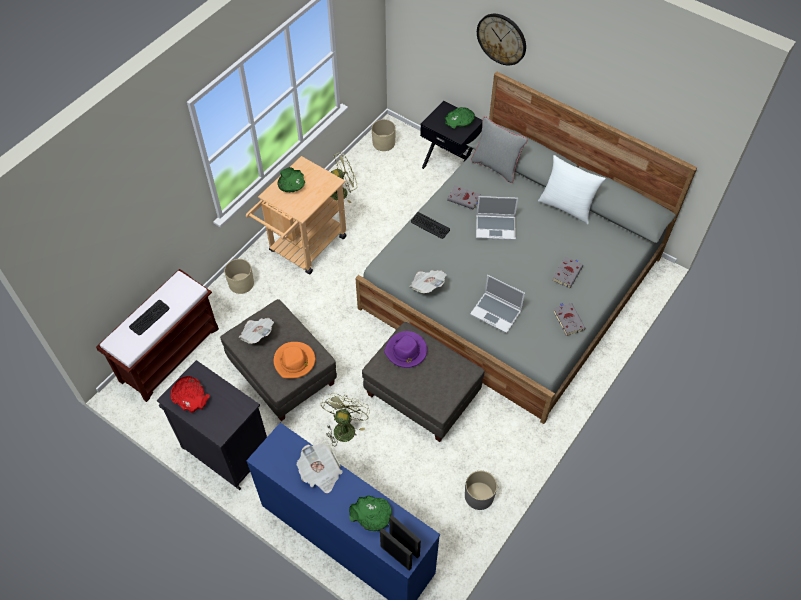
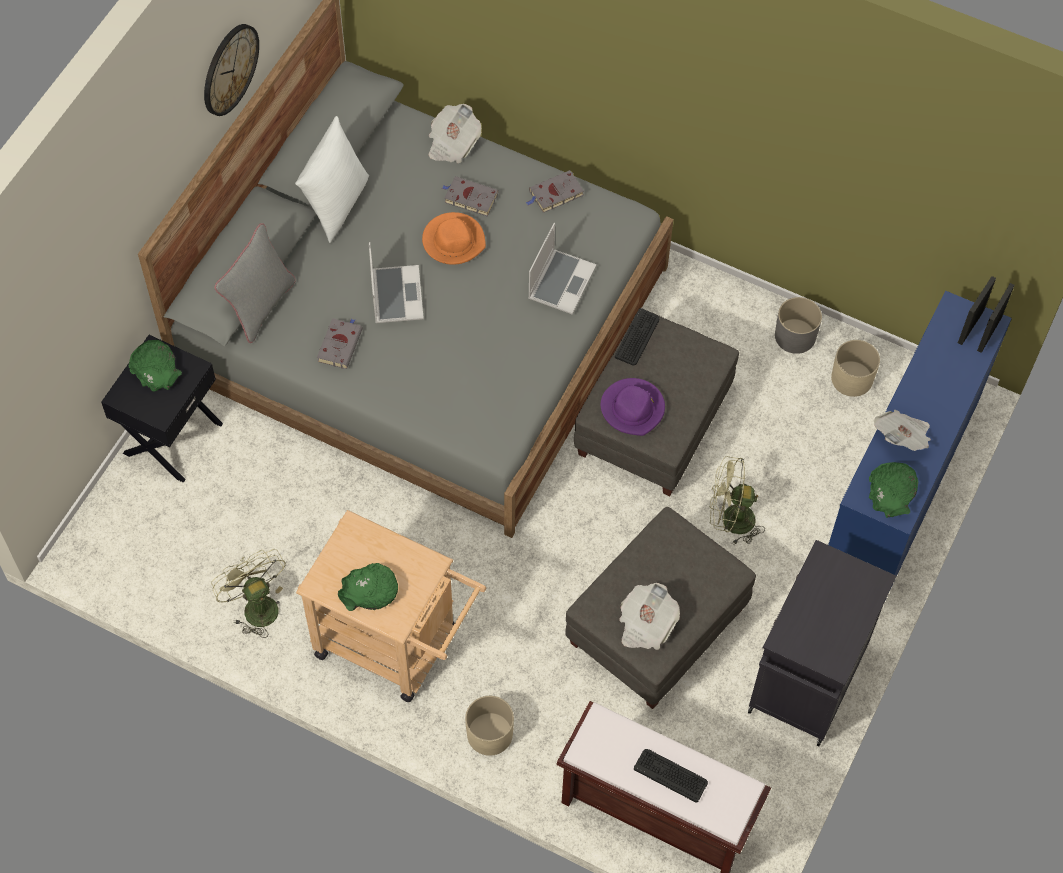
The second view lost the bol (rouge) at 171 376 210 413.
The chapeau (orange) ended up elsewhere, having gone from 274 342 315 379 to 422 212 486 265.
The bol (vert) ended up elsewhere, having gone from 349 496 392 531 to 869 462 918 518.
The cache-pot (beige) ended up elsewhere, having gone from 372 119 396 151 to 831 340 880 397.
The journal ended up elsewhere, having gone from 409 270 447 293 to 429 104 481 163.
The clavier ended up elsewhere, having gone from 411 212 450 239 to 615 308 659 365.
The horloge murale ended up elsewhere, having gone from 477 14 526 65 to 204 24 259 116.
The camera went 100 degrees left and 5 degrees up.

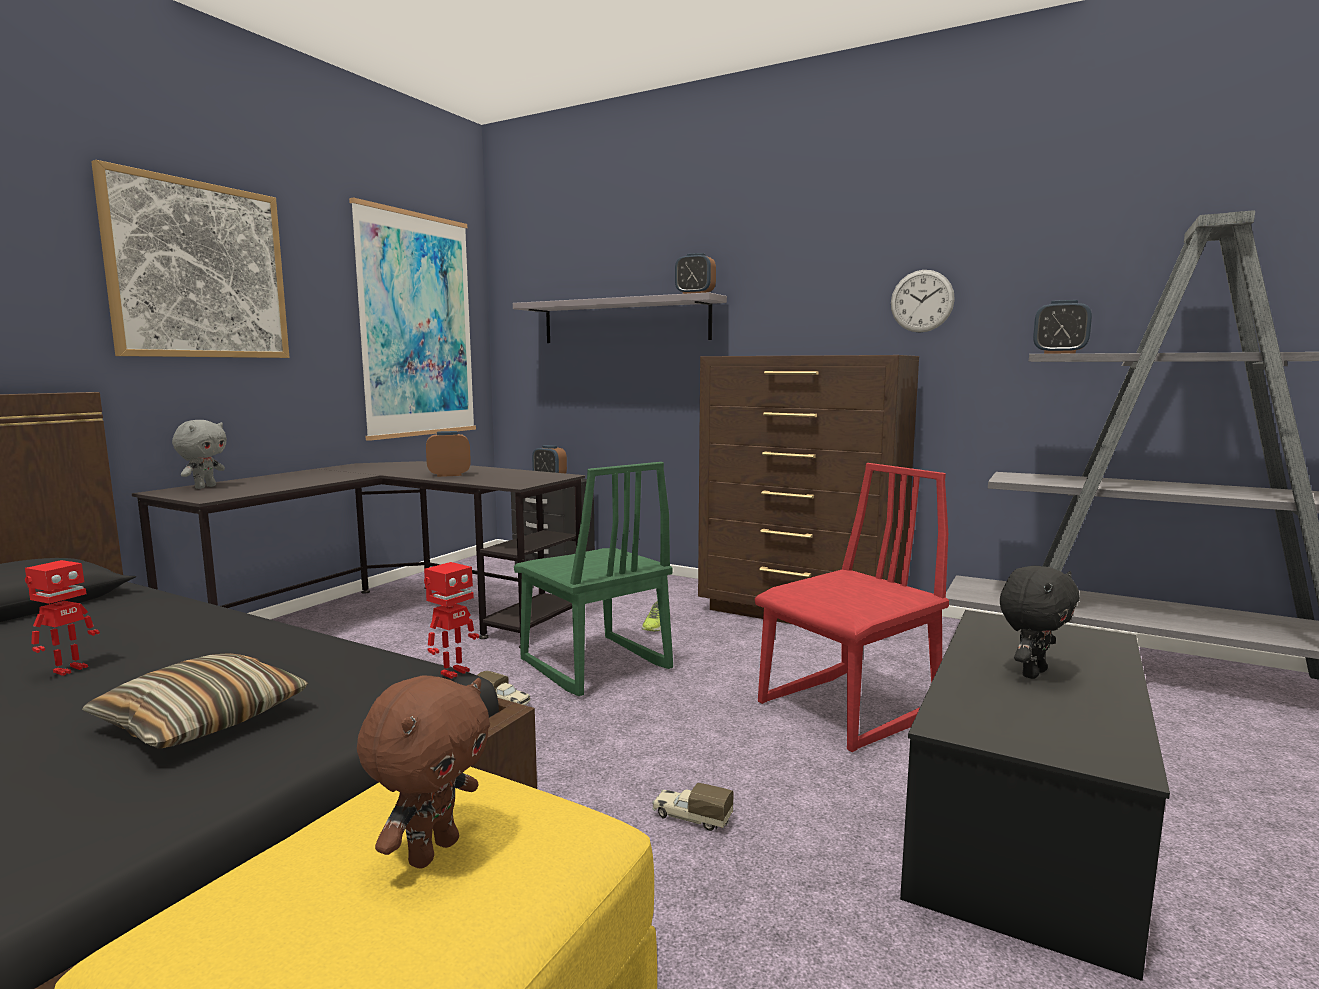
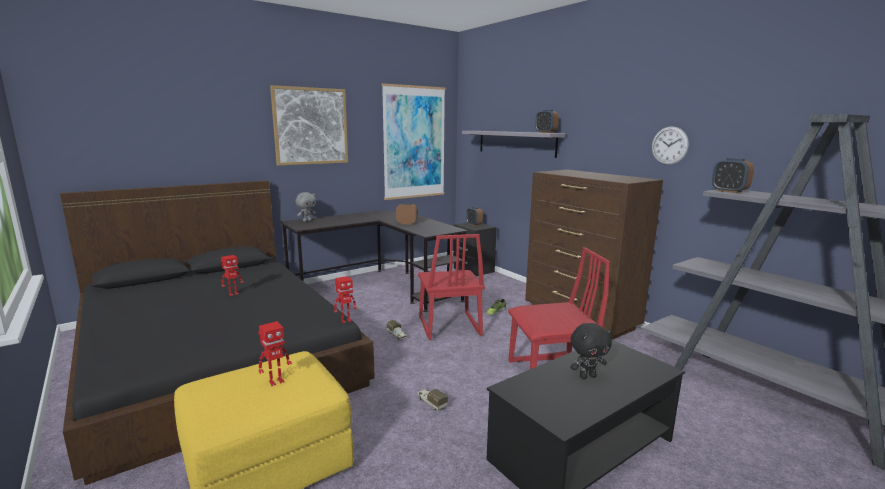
The second view lost the coussin at 82 653 308 749.
Where the peluche (marron) stood at 357 675 490 869, the robot jouet came to stand at 258 321 292 386.
What was the chaise (vert) at 514 462 673 696 turned into the chaise (rouge) at 418 234 485 340.
The camera went 25 degrees right and 5 degrees up.

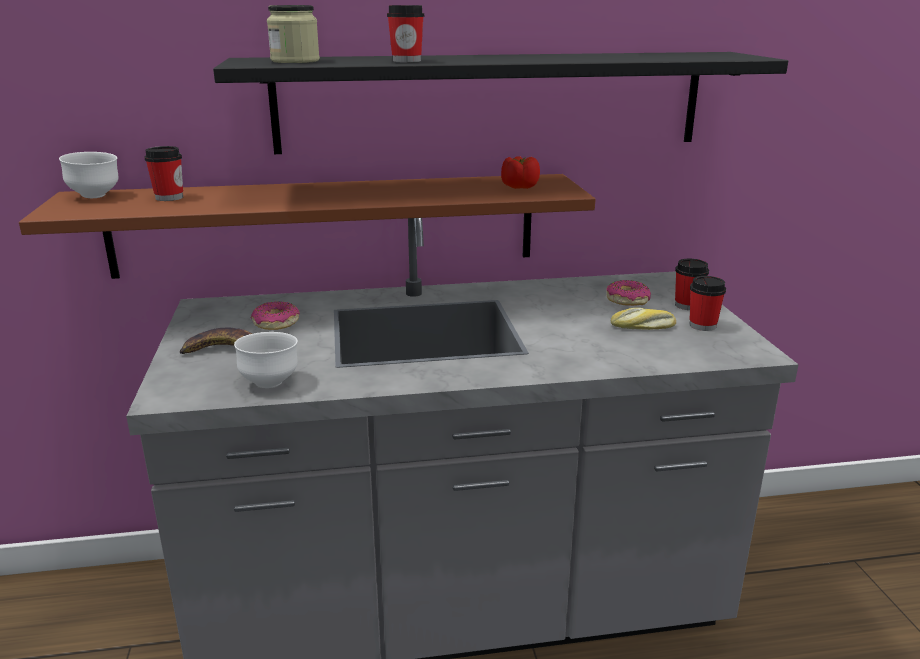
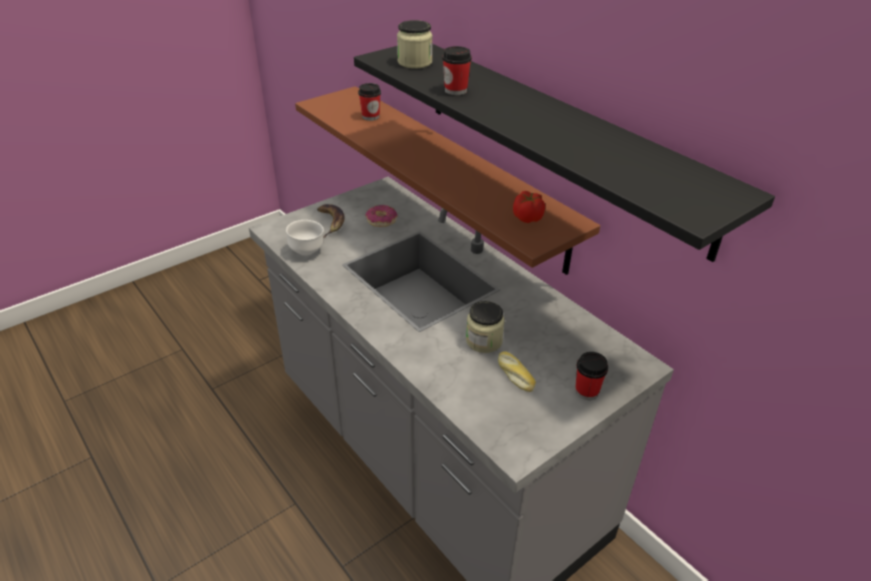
The second view lost the bol (blanc) at 59 152 119 198.
The second view lost the beignet at 606 280 651 306.
The second view lost the tasse at 689 276 726 331.
The second view gained the bocal at 466 301 505 353.
The camera went 60 degrees right and 15 degrees up.

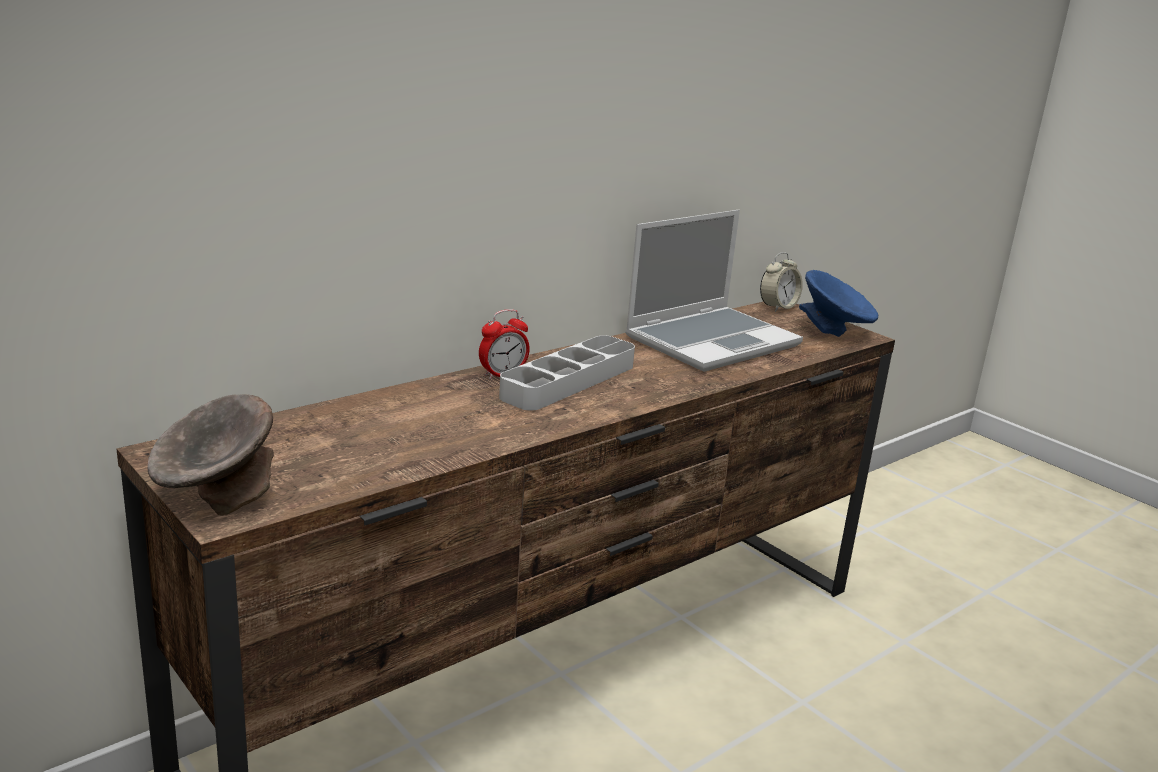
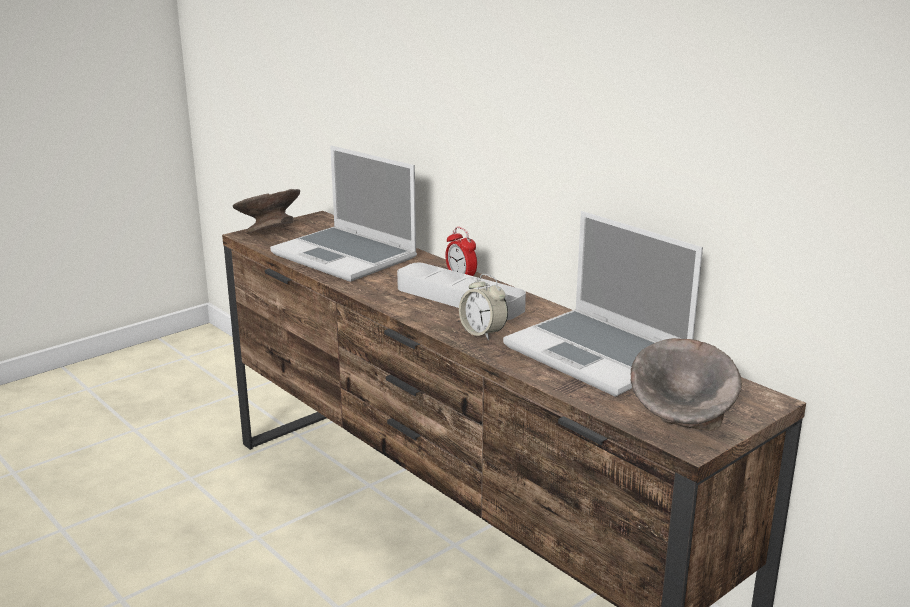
The second view gained the ordinateur portable at 270 145 417 282.
The réveil ended up elsewhere, having gone from 760 252 803 312 to 459 274 508 340.
What was the bol (bleu) at 799 270 878 337 turned into the bol (gris) at 631 338 742 432.
The camera went 90 degrees right and 0 degrees up.

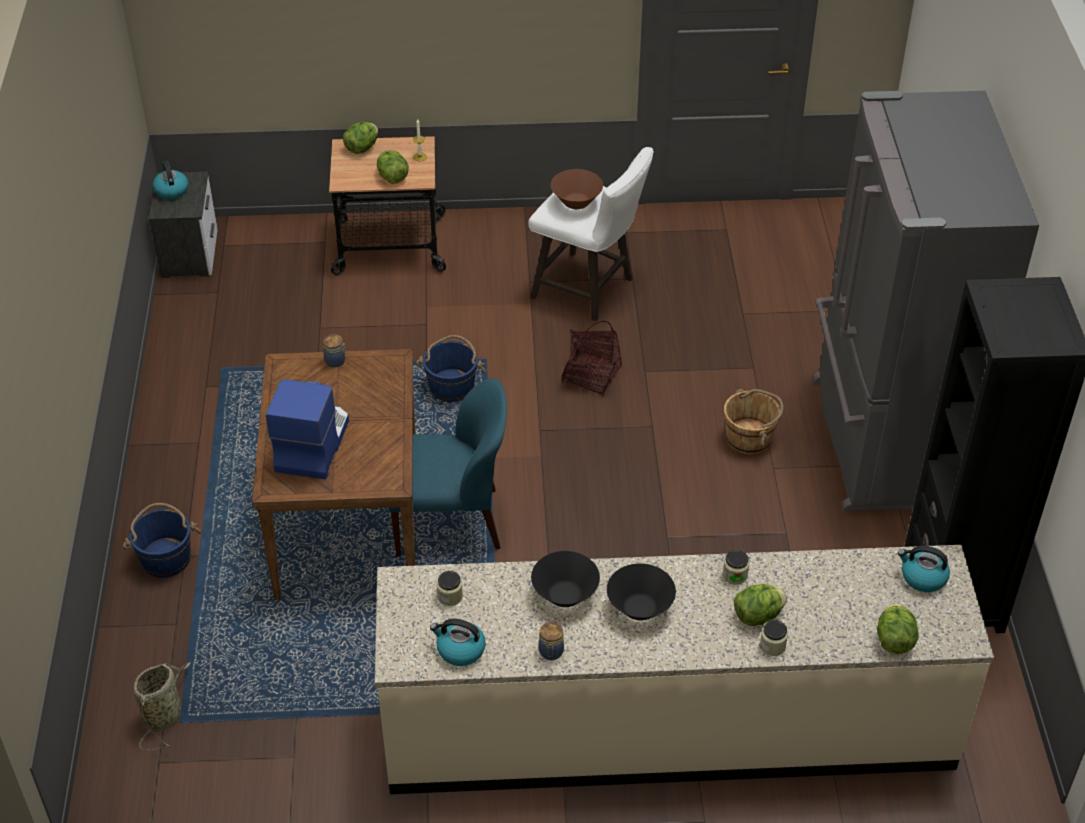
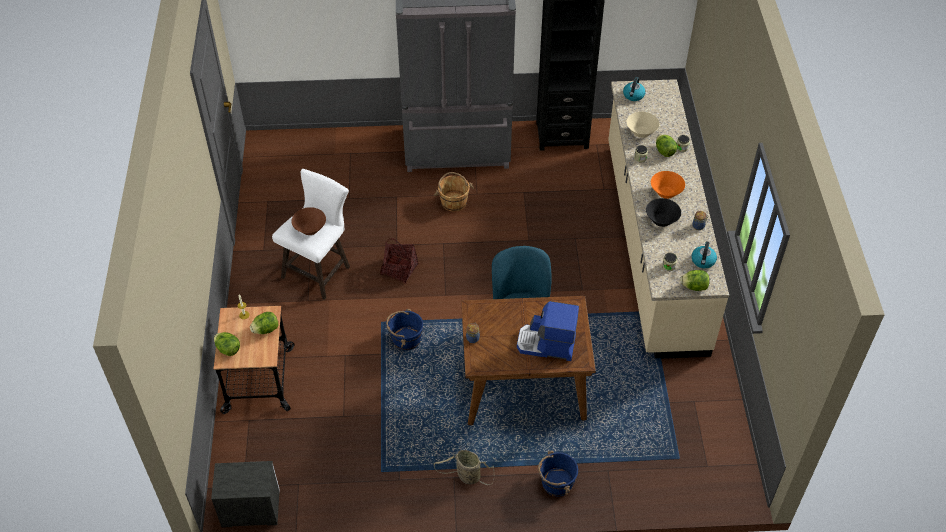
The second view lost the bouilloire at 153 161 188 199.
The second view gained the bol (beige) at 626 112 659 138.
The panier ended up elsewhere, having gone from 134 662 191 750 to 434 450 494 485.
The laitue ended up elsewhere, having gone from 877 603 919 654 to 680 270 710 291.
What was the bol (noir) at 607 563 676 620 turned into the bol (orange) at 651 171 685 199.
The camera went 90 degrees left and 5 degrees up.

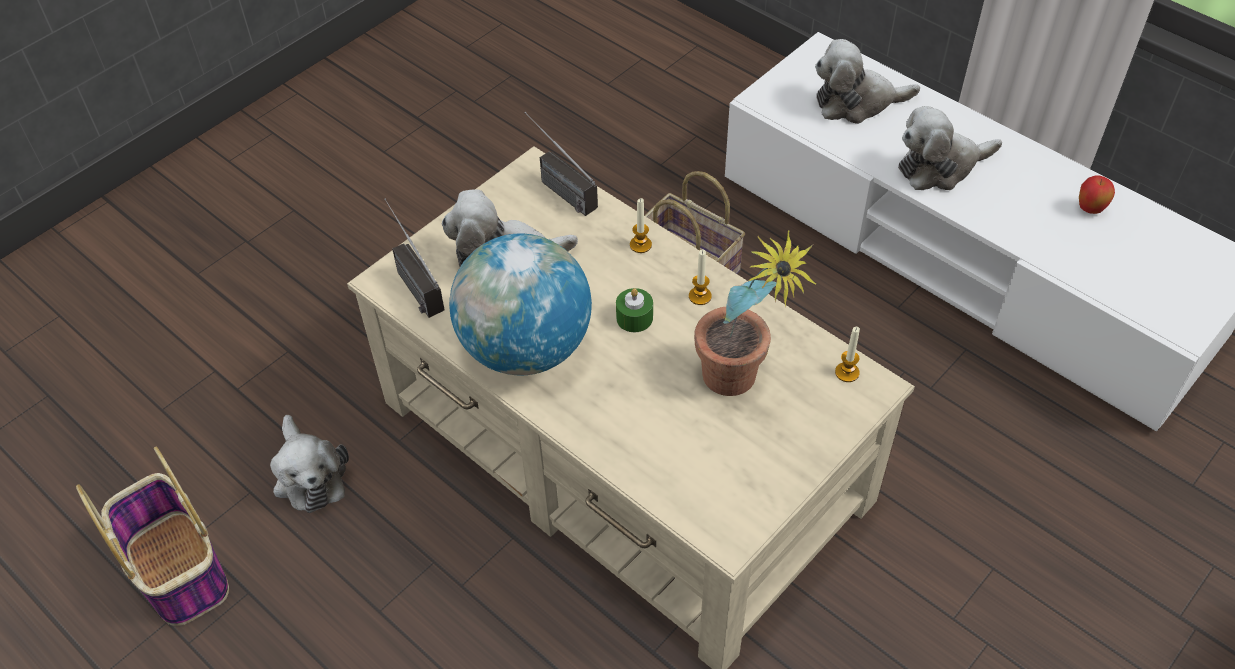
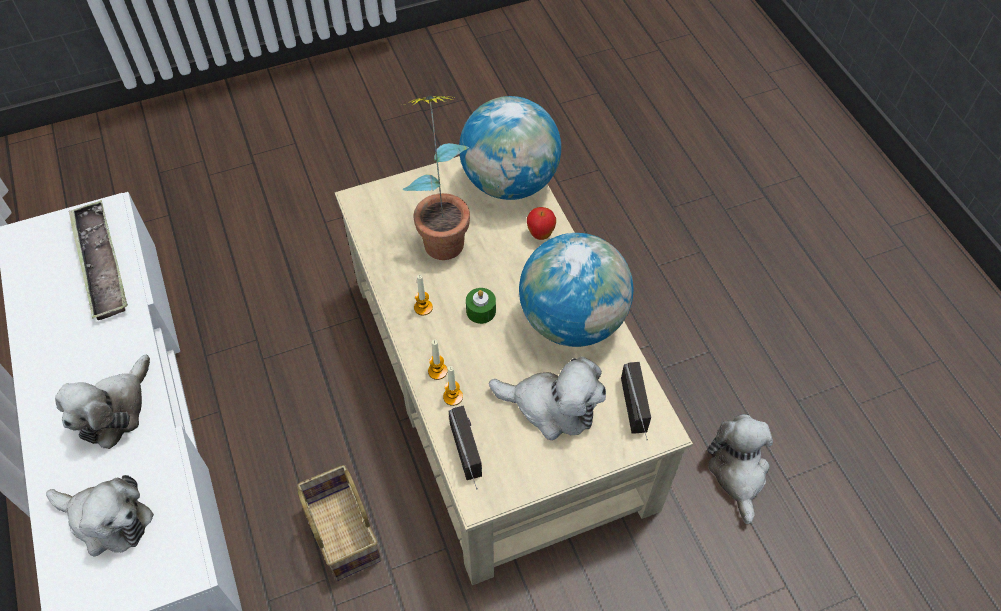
The second view lost the panier at 76 447 229 626.
The second view gained the plateau at 69 200 128 320.
The second view gained the globe at 459 96 561 200.
The bougie ended up elsewhere, having gone from 835 327 860 382 to 443 366 463 406.
The pomme ended up elsewhere, having gone from 1079 175 1115 214 to 527 207 556 240.
The peluche at 898 106 1002 190 ended up facing another way, 105 degrees clockwise from before.
The camera went 155 degrees left and 5 degrees up.

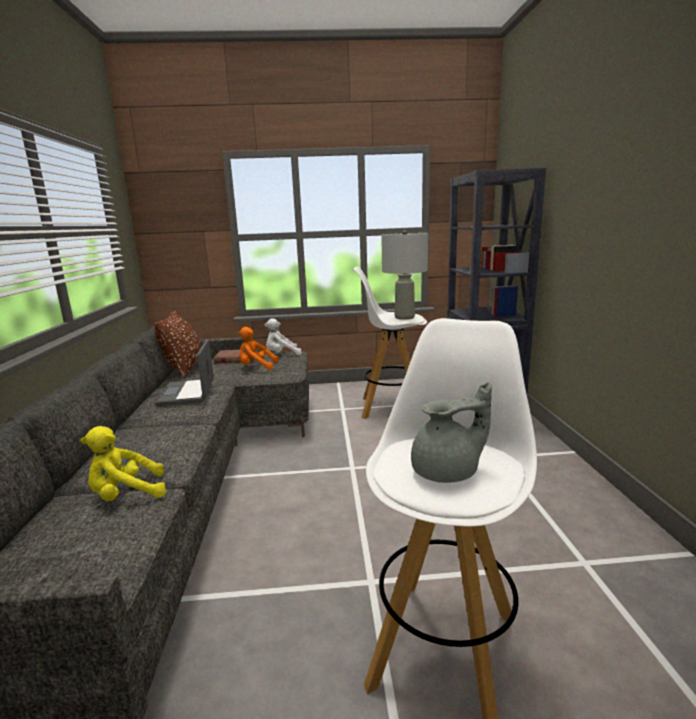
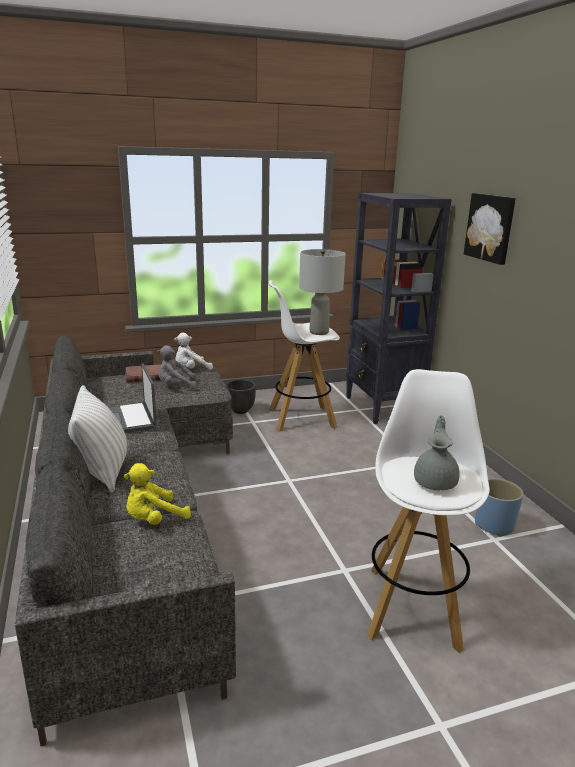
The second view lost the coussin (marron) at 155 311 201 378.
The second view gained the coussin (blanc) at 68 385 127 492.
The second view gained the cache-pot (noir) at 226 379 256 414.
The second view gained the tableau at 464 193 516 265.
The second view gained the cache-pot (bleu) at 475 478 523 537.
What was the peluche (orange) at 238 327 278 370 turned into the peluche (gris) at 157 346 197 389.
The théière (gris) at 411 382 492 483 ended up facing another way, 45 degrees counterclockwise from before.
The camera went 15 degrees left and 5 degrees up.

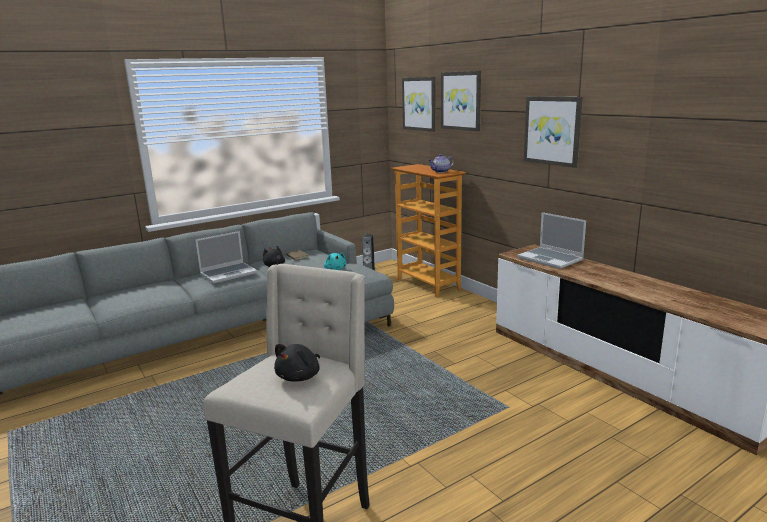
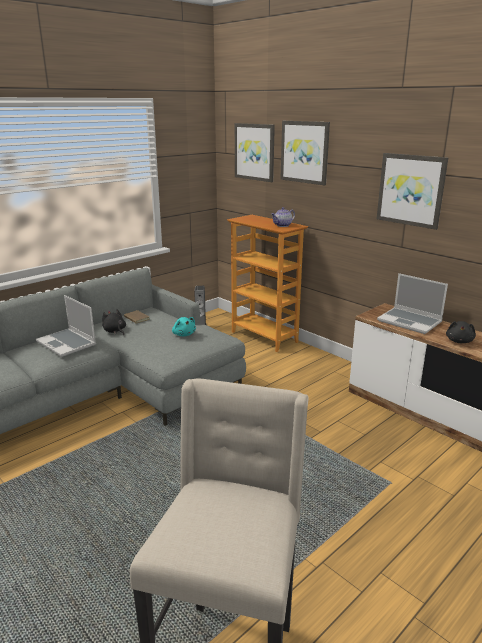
The peluche (noir) ended up elsewhere, having gone from 274 344 320 382 to 446 321 476 343.
The ordinateur portable at 196 231 257 283 ended up facing another way, 90 degrees clockwise from before.
The camera went 10 degrees left and 5 degrees up.

